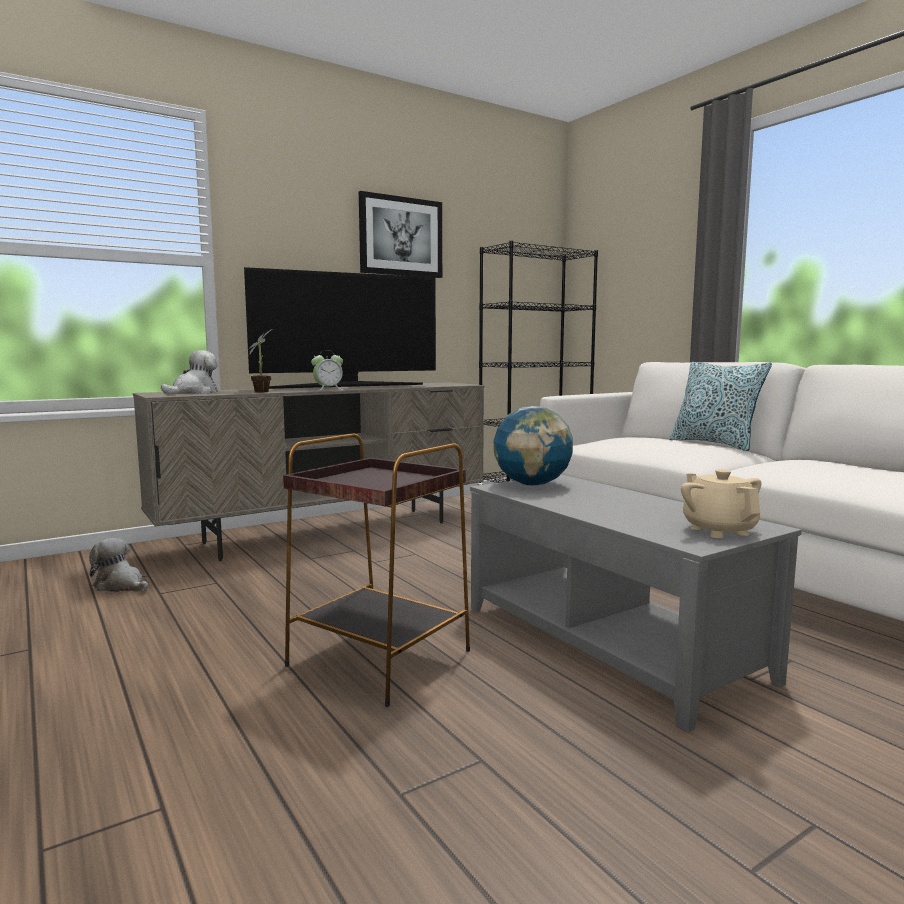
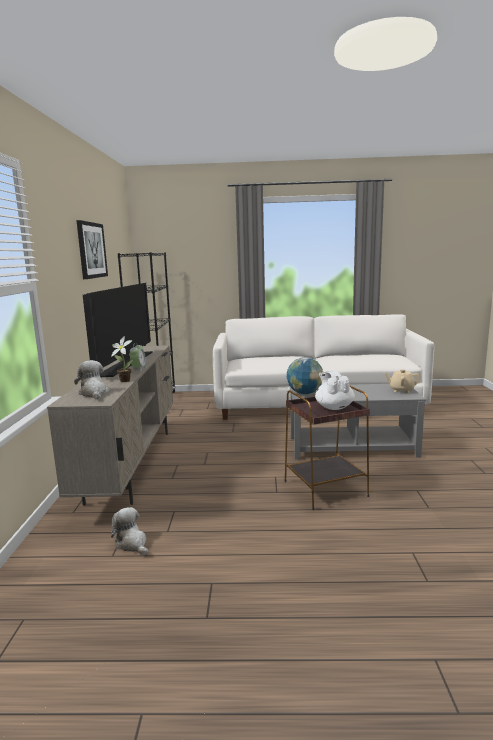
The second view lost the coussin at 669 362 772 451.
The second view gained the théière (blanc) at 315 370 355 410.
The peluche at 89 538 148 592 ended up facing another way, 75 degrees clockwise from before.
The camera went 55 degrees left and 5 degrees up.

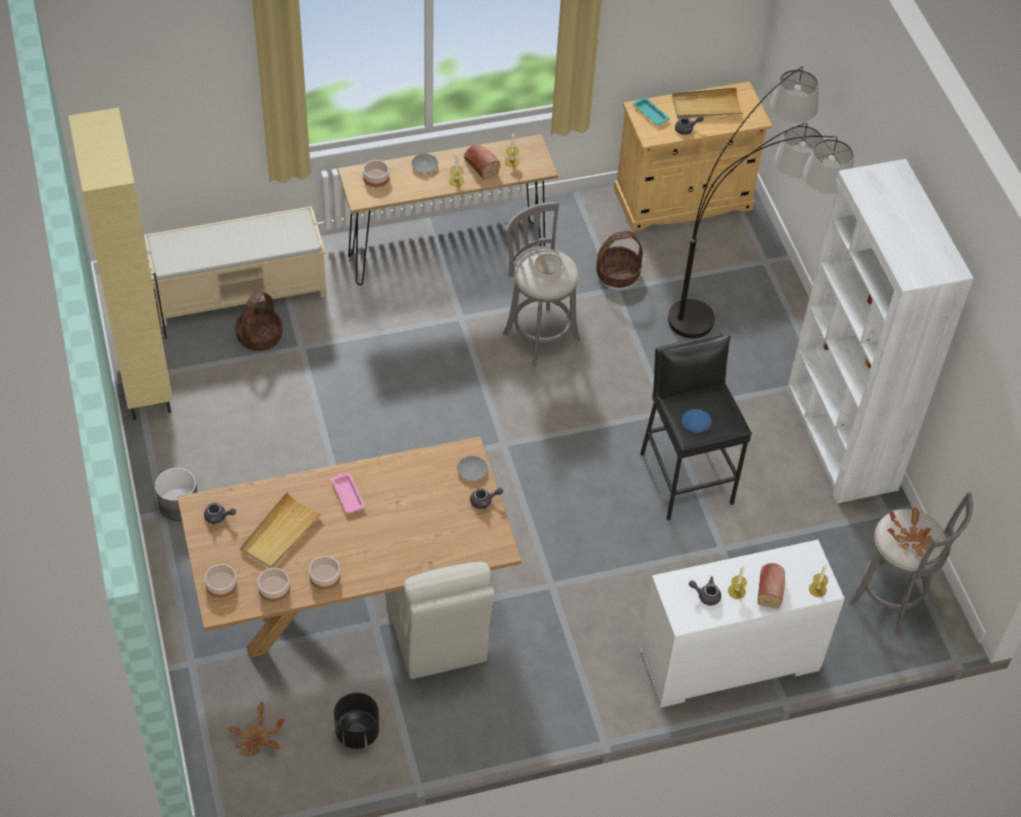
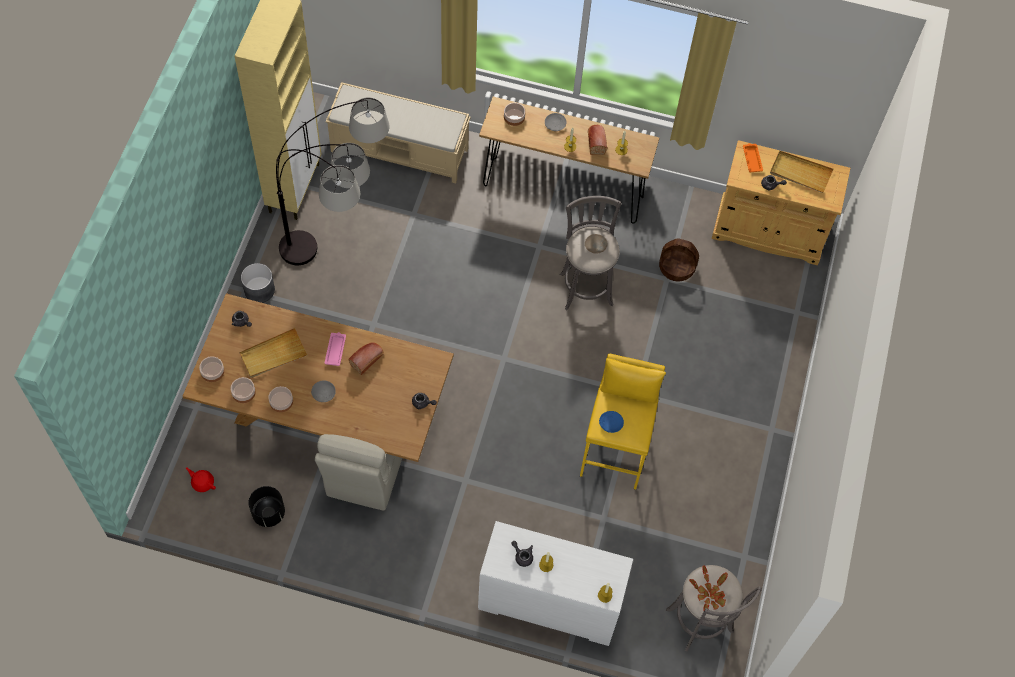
The second view lost the panier at 235 290 282 351.
The second view lost the bibliothèque (blanc) at 787 159 974 504.
The assiette (gris) ended up elsewhere, having gone from 457 456 488 481 to 311 381 336 402.
The lampadaire ended up elsewhere, having gone from 668 67 854 338 to 276 97 389 265.
The pain ended up elsewhere, having gone from 757 563 785 609 to 348 342 384 375.
Where the plante en pot stood at 227 702 285 756, the théière (rouge) came to stand at 186 467 216 492.
What was the plateau (turquoise) at 633 97 670 126 turned into the plateau (orange) at 743 143 763 172.
What was the tabouret (noir) at 640 333 752 520 turned into the tabouret (jaune) at 580 353 666 490.
The camera went 30 degrees right and 10 degrees up.

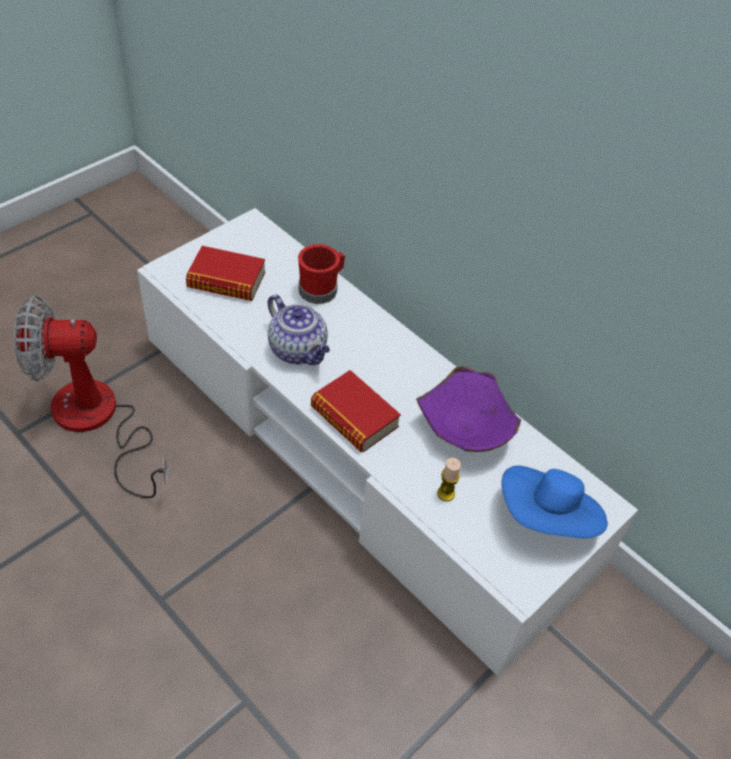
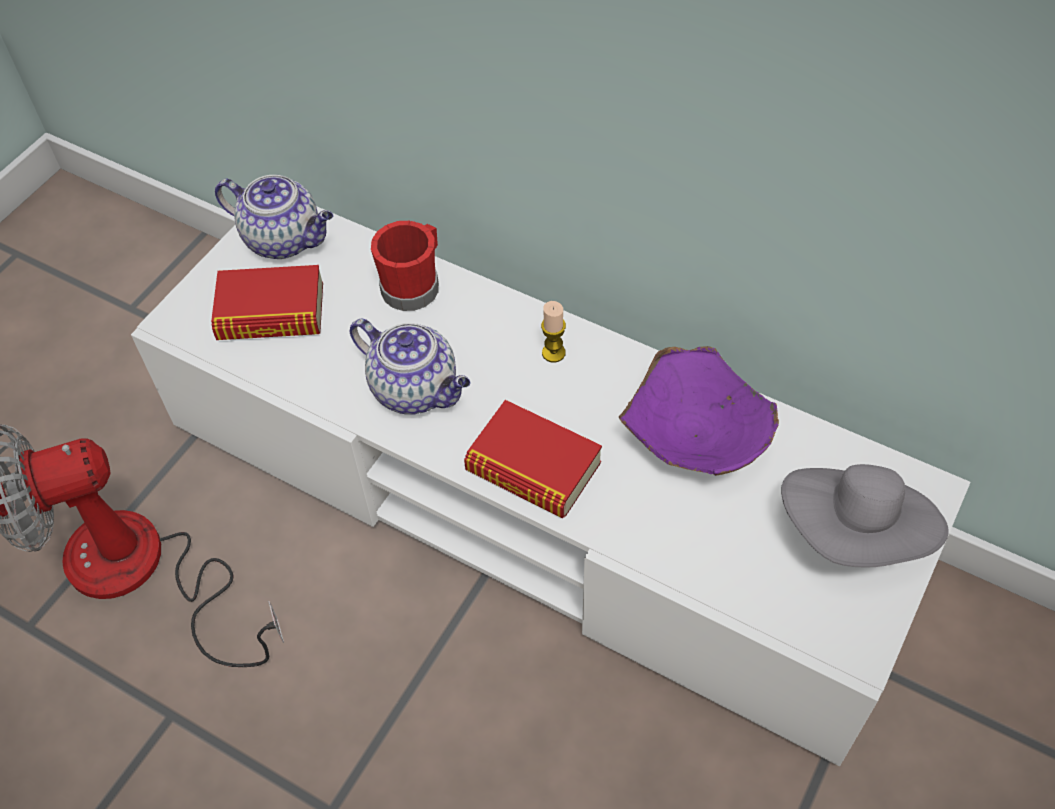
The second view gained the théière at 215 175 333 259.
The bougie ended up elsewhere, having gone from 437 458 461 501 to 541 301 566 362.
What was the chapeau (bleu) at 502 466 608 538 turned into the chapeau (gris) at 781 464 949 568.
The camera went 10 degrees left and 5 degrees up.

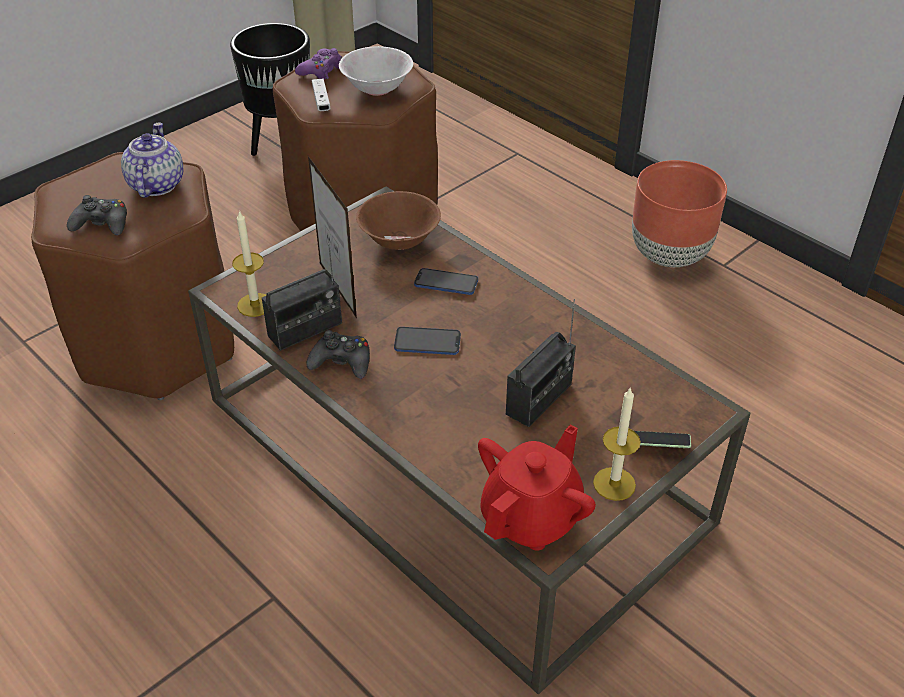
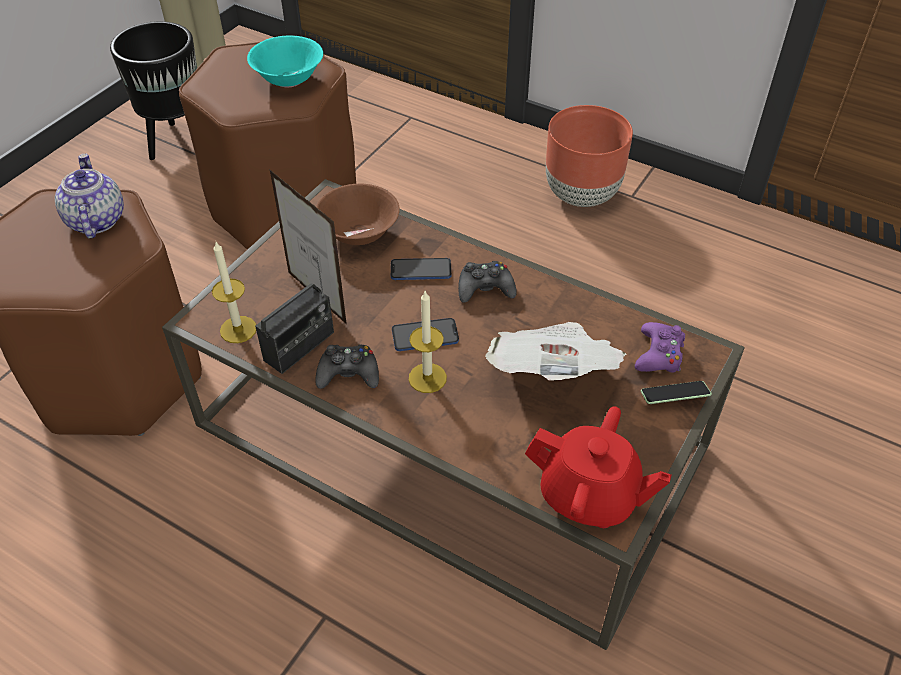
The second view lost the manette (blanc) at 312 79 331 111.
The manette (noir) ended up elsewhere, having gone from 67 195 127 235 to 458 261 517 303.
The manette (violet) ended up elsewhere, having gone from 295 48 342 80 to 635 322 685 373.
The bougie ended up elsewhere, having gone from 593 387 641 501 to 409 291 447 393.
Where the radio stood at 506 299 576 427, the journal came to stand at 485 322 626 381.
What was the bol (blanc) at 339 46 413 96 turned into the bol (turquoise) at 247 36 323 87.
The théière (rouge) at 478 425 596 551 ended up facing another way, 90 degrees clockwise from before.
The camera went 15 degrees left and 5 degrees up.

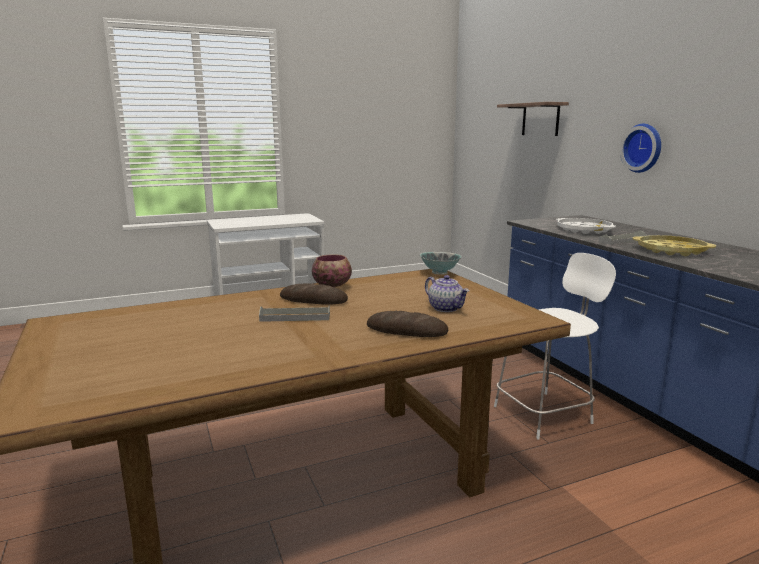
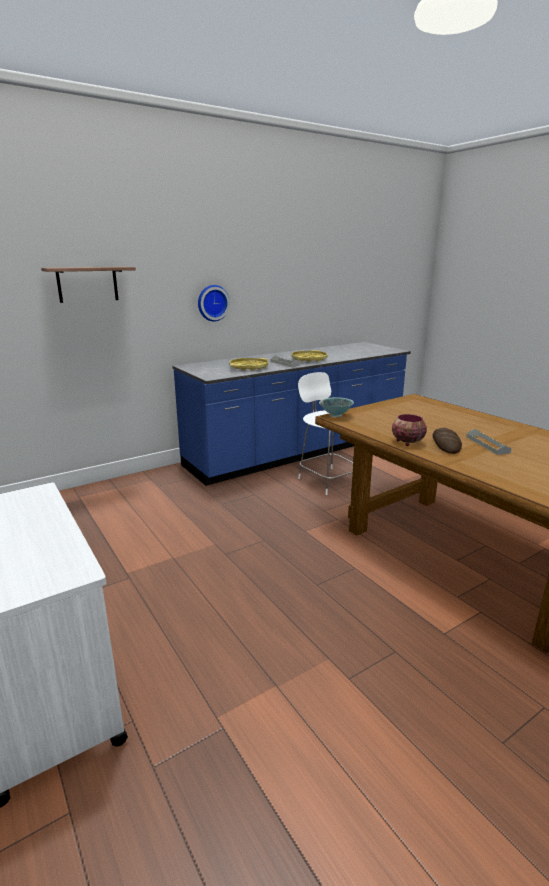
The second view lost the pain at 367 311 448 337.
The second view lost the théière at 425 275 469 312.
What was the plateau (blanc) at 556 218 616 234 turned into the plateau (jaune) at 229 358 268 371.
The camera went 100 degrees left and 5 degrees up.

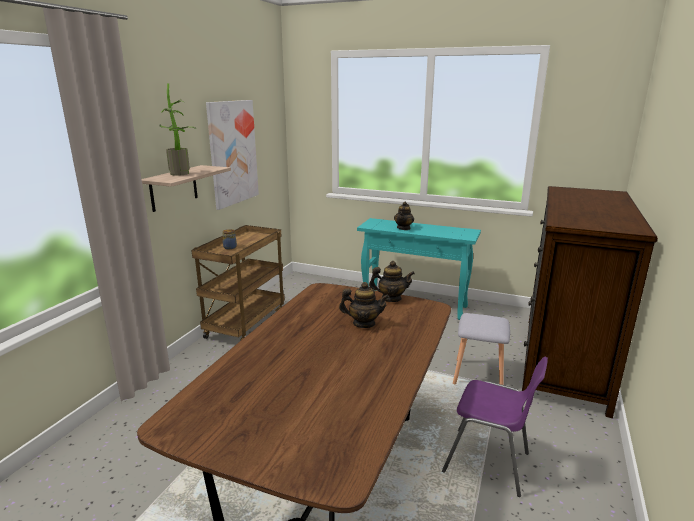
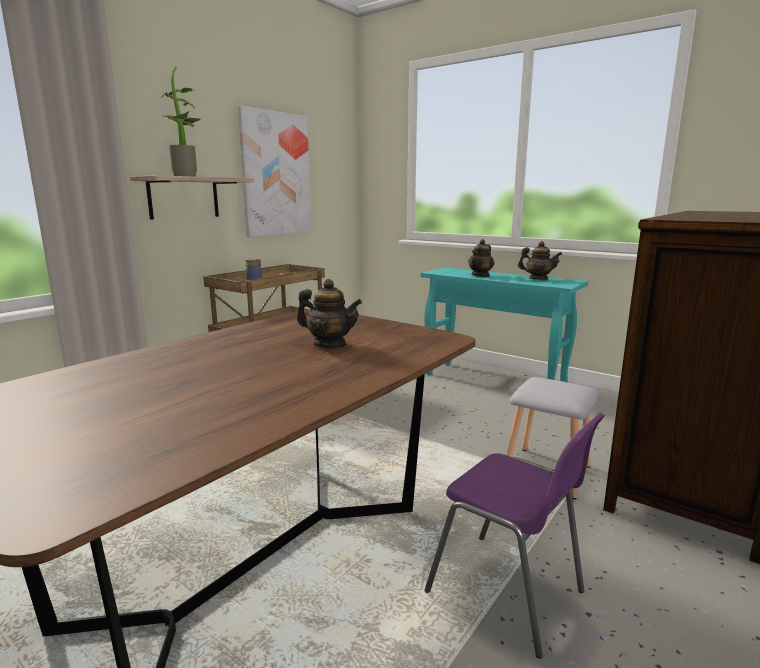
The théière ended up elsewhere, having gone from 369 261 415 302 to 518 241 562 280.
The camera went 15 degrees right and 5 degrees down.

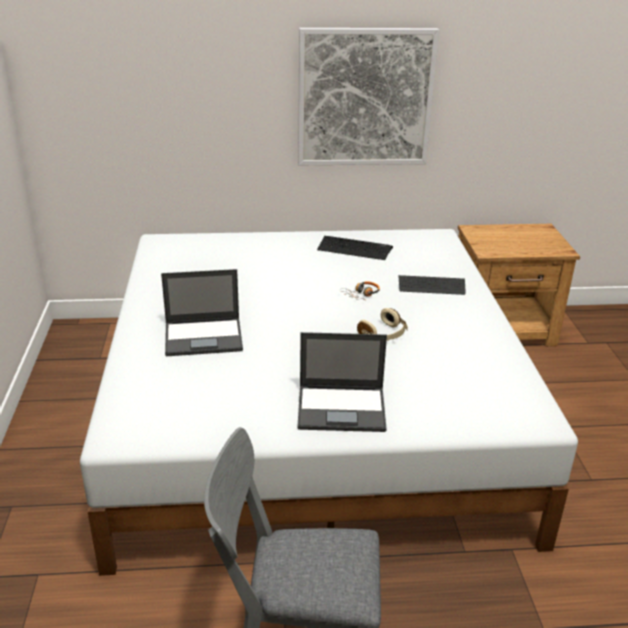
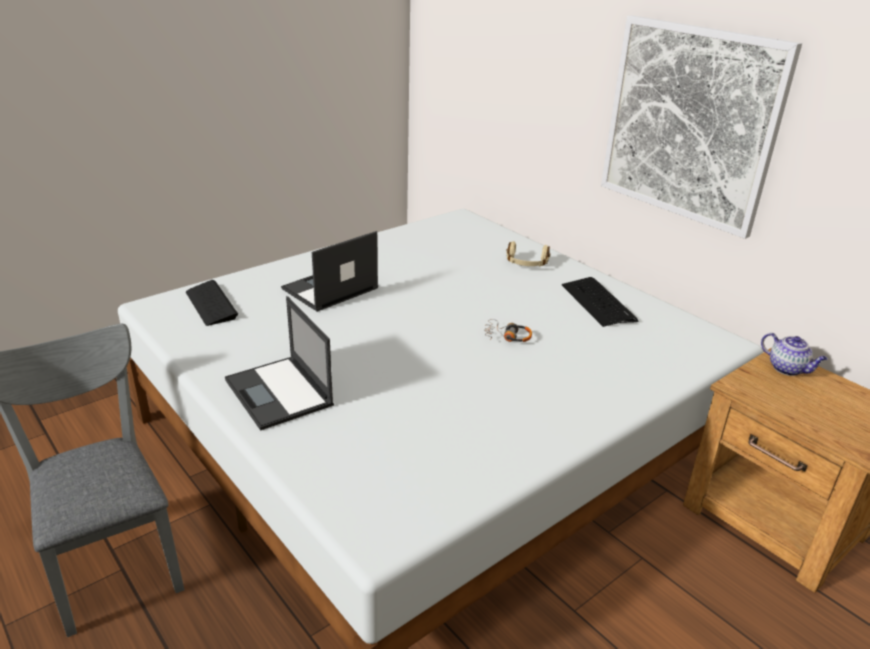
The second view gained the théière at 761 333 828 376.
The casque audio (beige) ended up elsewhere, having gone from 357 308 408 341 to 506 241 551 267.
The clavier ended up elsewhere, having gone from 398 275 466 295 to 186 280 238 326.
The ordinateur portable at 161 269 243 356 ended up facing another way, 90 degrees clockwise from before.
The camera went 55 degrees right and 0 degrees up.

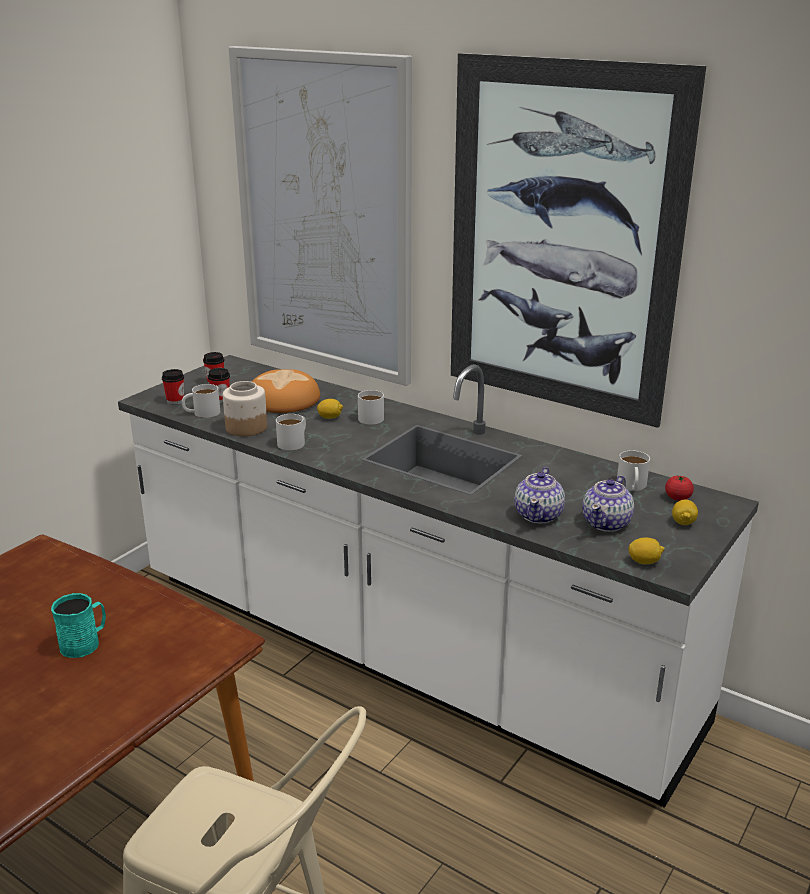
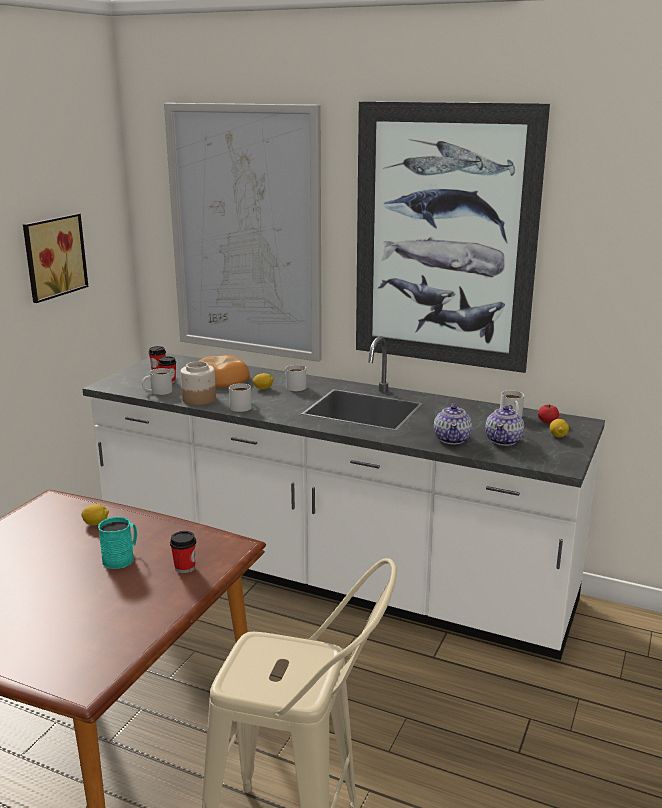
The second view gained the tableau at 23 213 88 303.
The tasse ended up elsewhere, having gone from 162 369 184 405 to 170 531 196 574.
The citron ended up elsewhere, having gone from 628 538 665 565 to 81 504 109 525.
The camera went 10 degrees left and 5 degrees down.

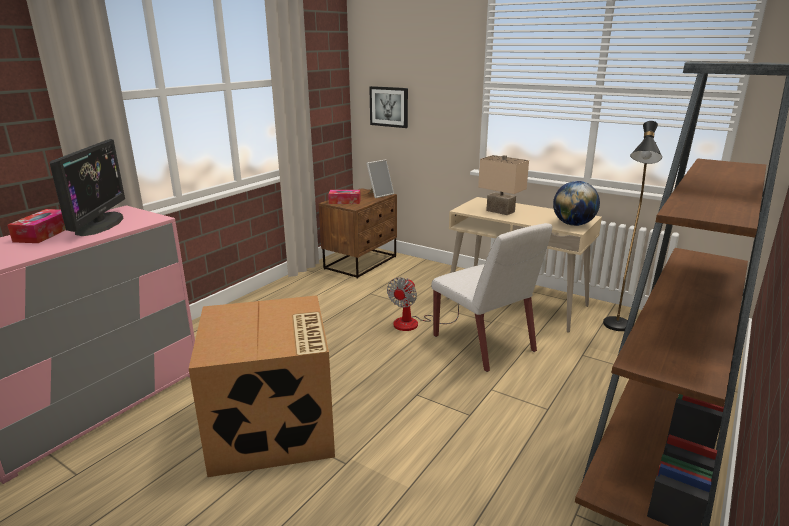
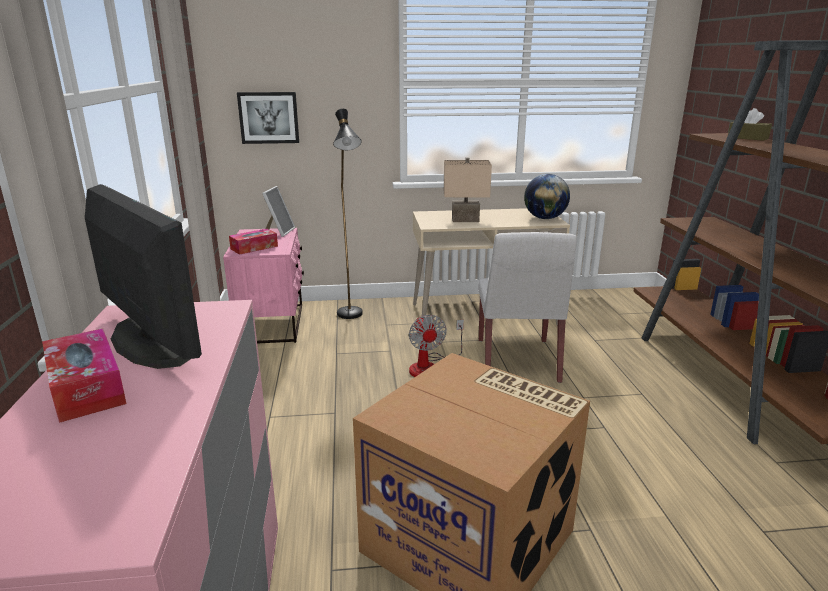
The second view gained the boîte à mouchoirs (marron) at 728 108 772 141.
The lampadaire (noir) ended up elsewhere, having gone from 603 121 662 331 to 333 109 363 319.
What was the table de chevet (marron) at 319 188 397 279 turned into the table de chevet (rose) at 223 228 304 344.
The chaise (blanc) at 431 223 552 372 ended up facing another way, 75 degrees clockwise from before.
The camera went 40 degrees left and 0 degrees up.

